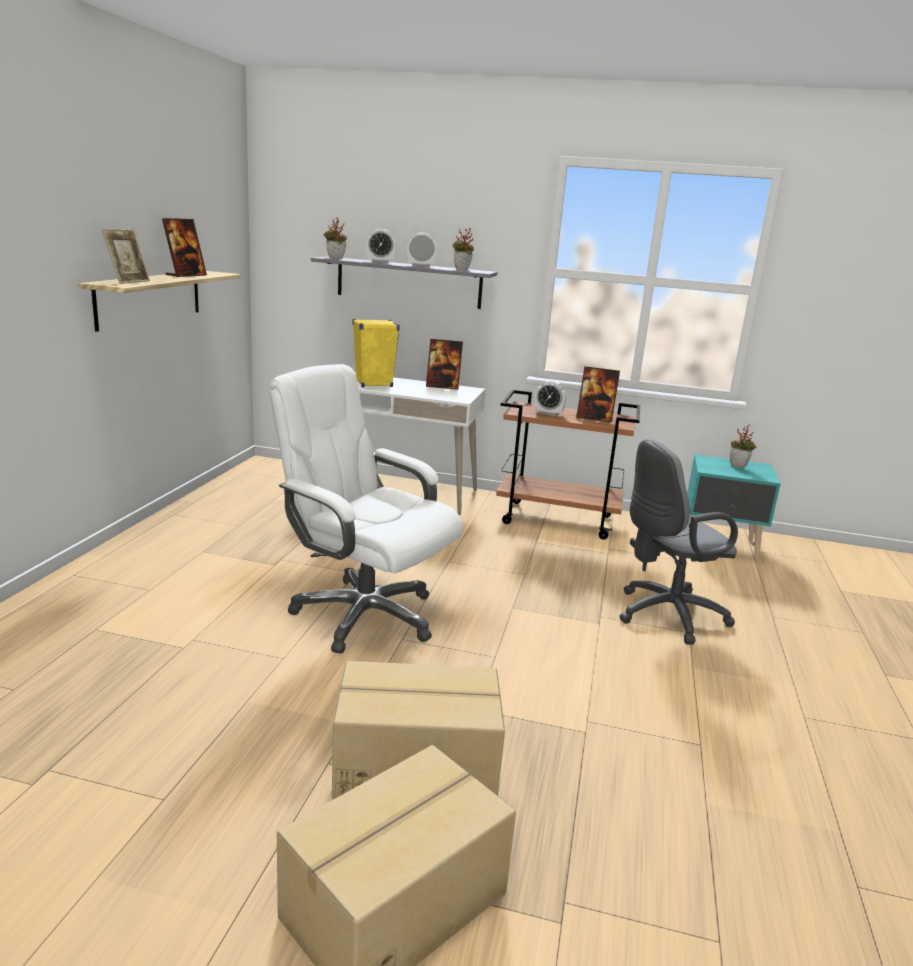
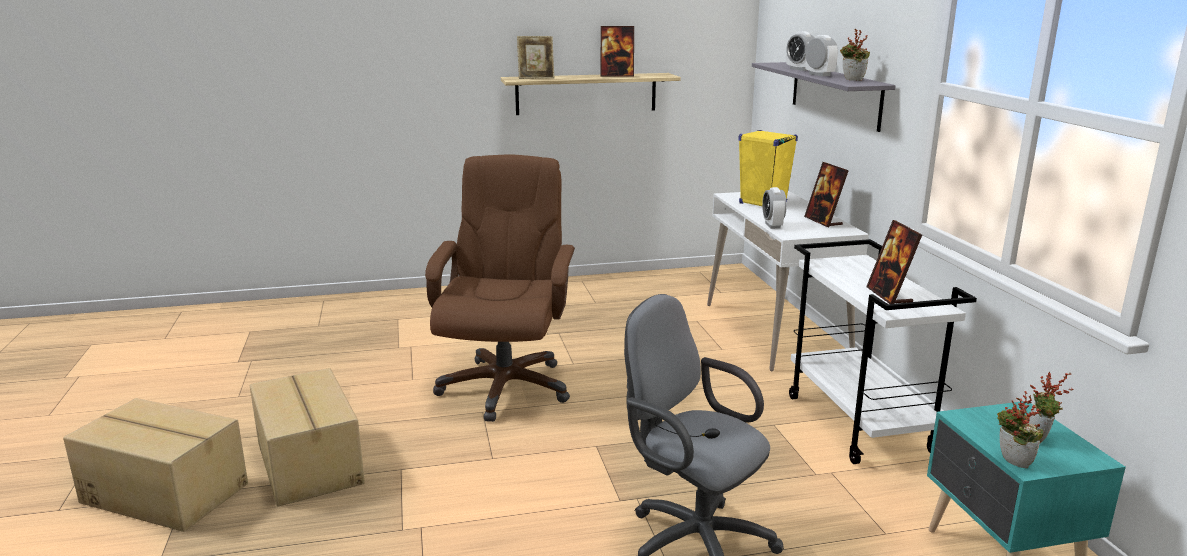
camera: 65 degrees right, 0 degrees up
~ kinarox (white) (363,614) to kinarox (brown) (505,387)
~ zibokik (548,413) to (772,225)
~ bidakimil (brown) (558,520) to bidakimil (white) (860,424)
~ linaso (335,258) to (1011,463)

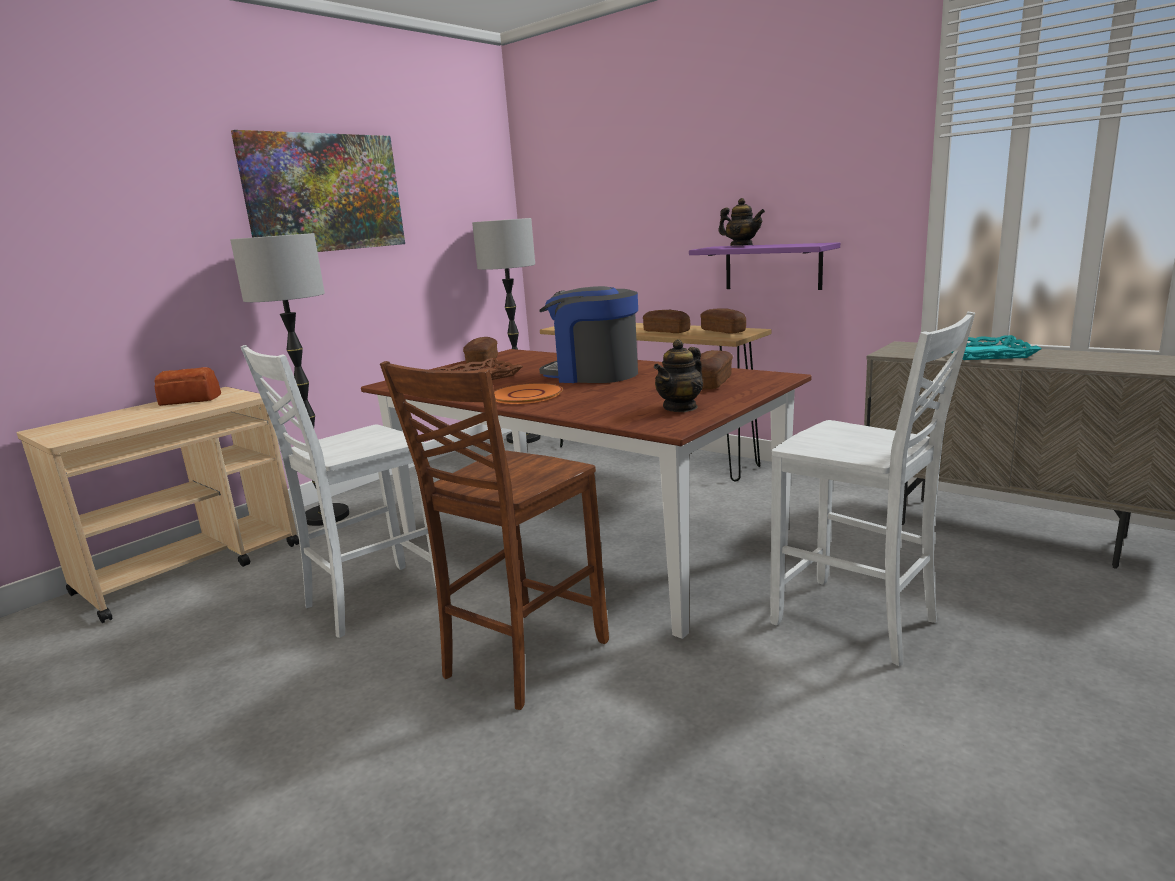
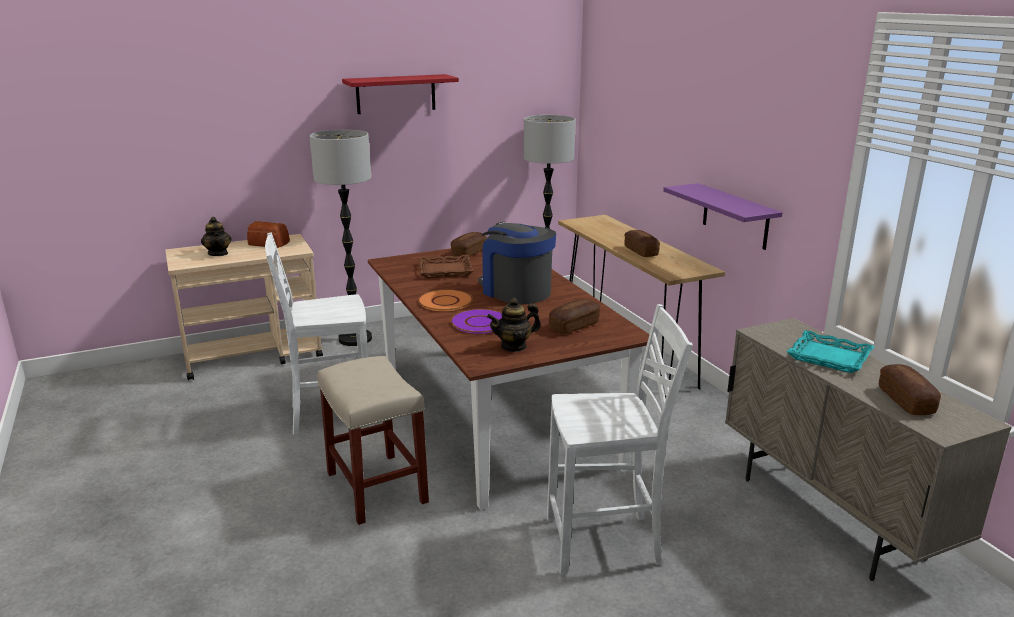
camera: 25 degrees right, 5 degrees up
~ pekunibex (741,246) to (218,253)
~ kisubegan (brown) (521,659) to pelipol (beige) (375,487)
~ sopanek (325,193) to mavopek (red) (396,94)
+ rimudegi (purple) (480,322)
~ kisubegan (white) (857,622) = (606,543) 75 degrees counterclockwise
~ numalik (723,331) to (905,401)

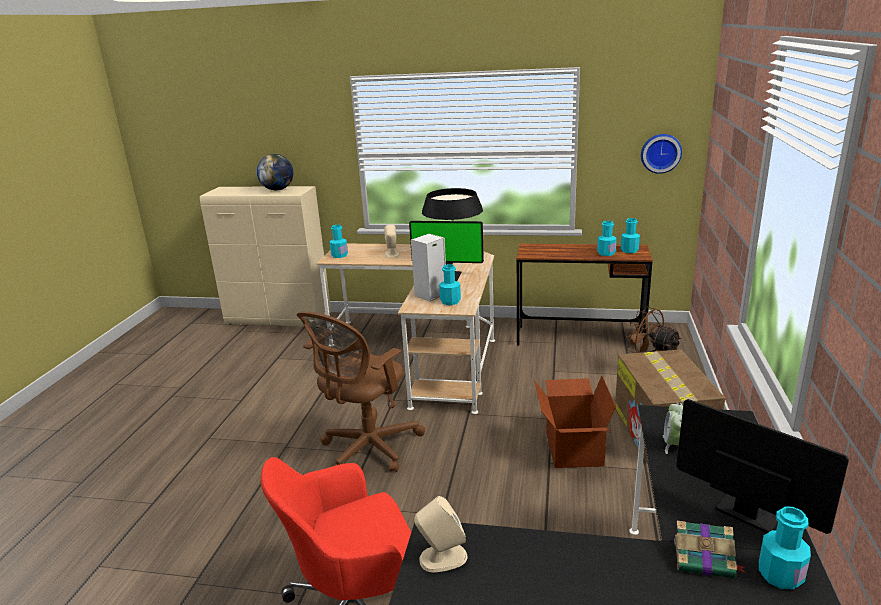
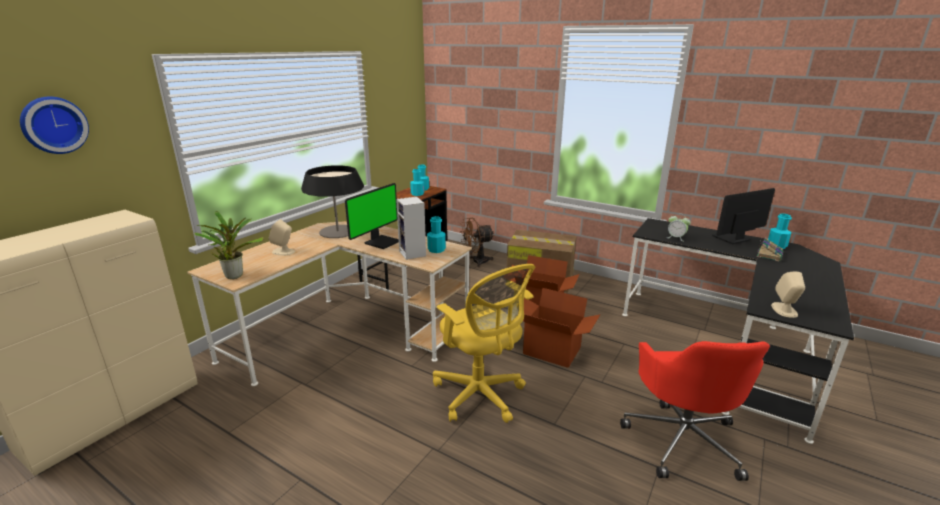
camera: 70 degrees left, 0 degrees up
~ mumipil (660,153) to (53,125)
~ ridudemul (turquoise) (339,255) to linaso (234,275)
~ kinarox (brown) (367,450) to kinarox (yellow) (480,396)
+ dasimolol (551,351)
- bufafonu (277,189)

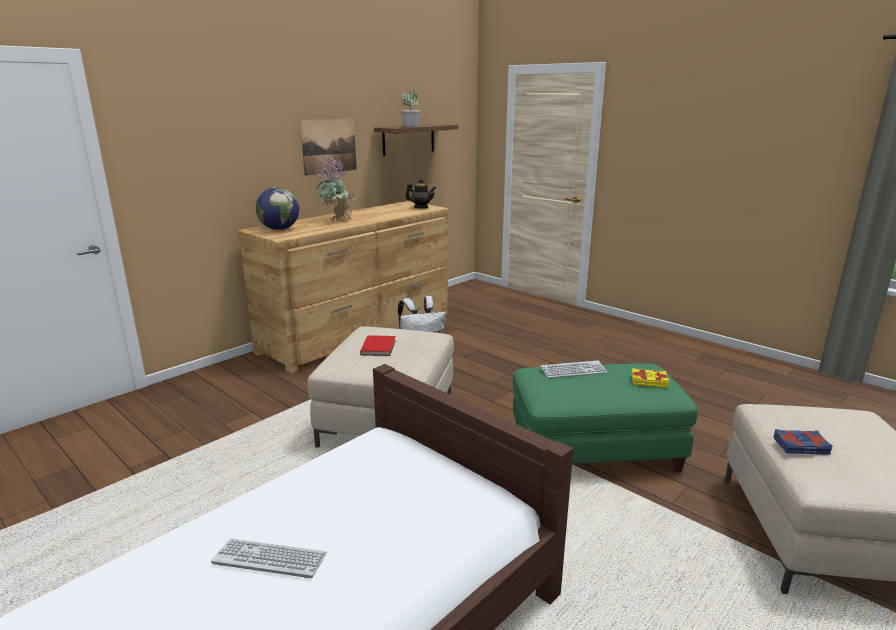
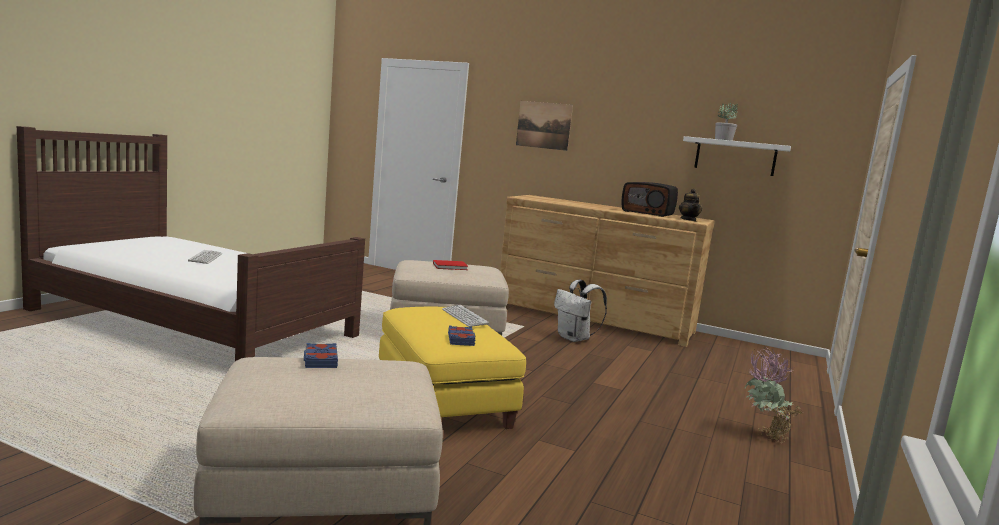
camera: 70 degrees right, 10 degrees down
~ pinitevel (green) (595,449) to pinitevel (yellow) (443,400)
~ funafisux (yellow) (649,381) to funafisux (blue) (461,339)
~ sopanek (329,146) to (544,125)
+ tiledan (648,213)
~ mavopek (brown) (408,139) to mavopek (white) (735,157)
~ linaso (337,221) to (763,436)
- bufafonu (279,229)

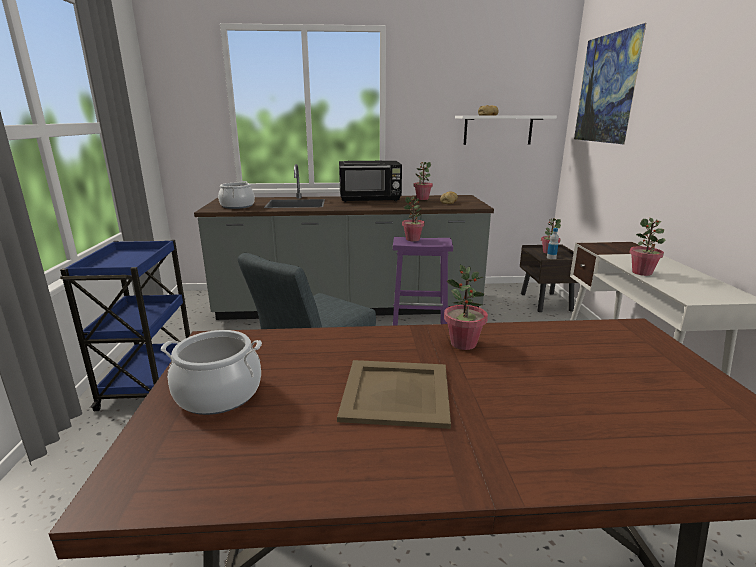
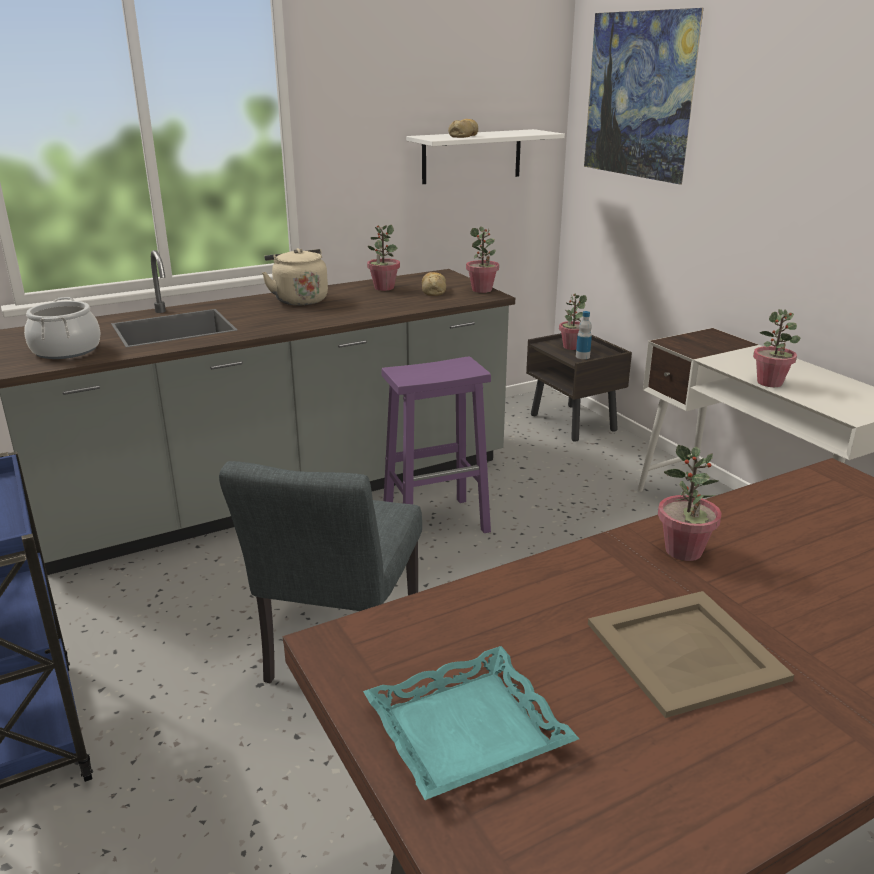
camera: 25 degrees left, 5 degrees up
~ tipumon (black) (370,199) to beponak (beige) (299,300)
~ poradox (218,394) to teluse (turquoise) (467,732)
~ linaso (413,239) to (482,290)

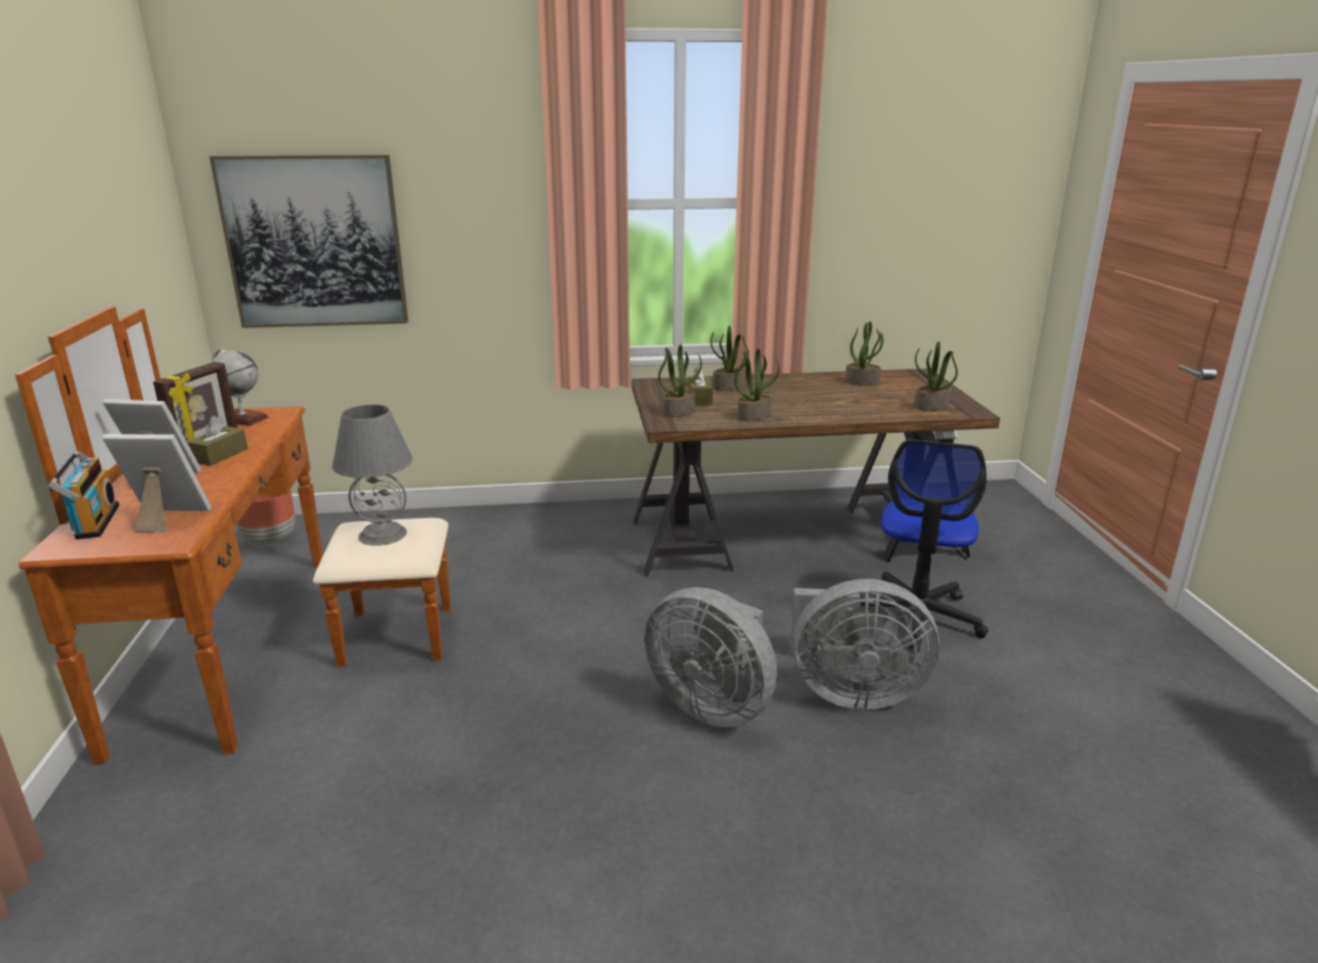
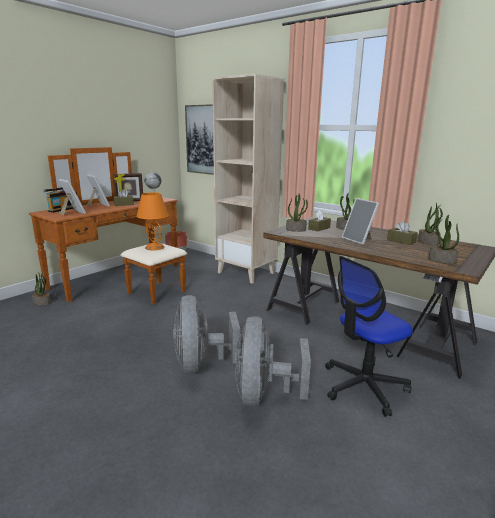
camera: 45 degrees right, 5 degrees down
~ linaso (754,416) to (42,302)
~ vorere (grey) (382,534) to vorere (orange) (154,247)
+ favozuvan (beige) (246,273)
~ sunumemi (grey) (850,692) = (263,395) 45 degrees clockwise
+ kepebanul (359,240)
+ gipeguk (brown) (401,241)

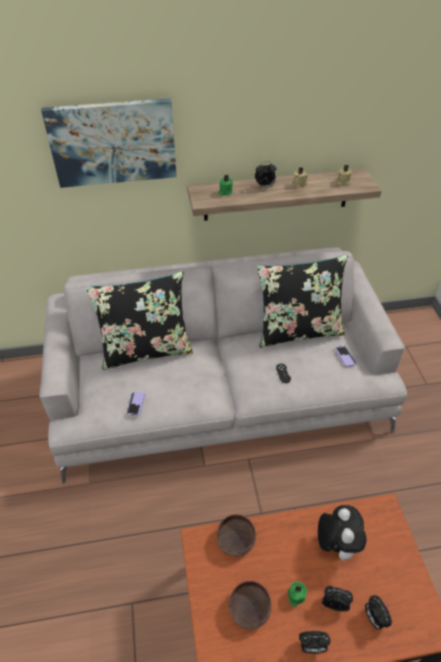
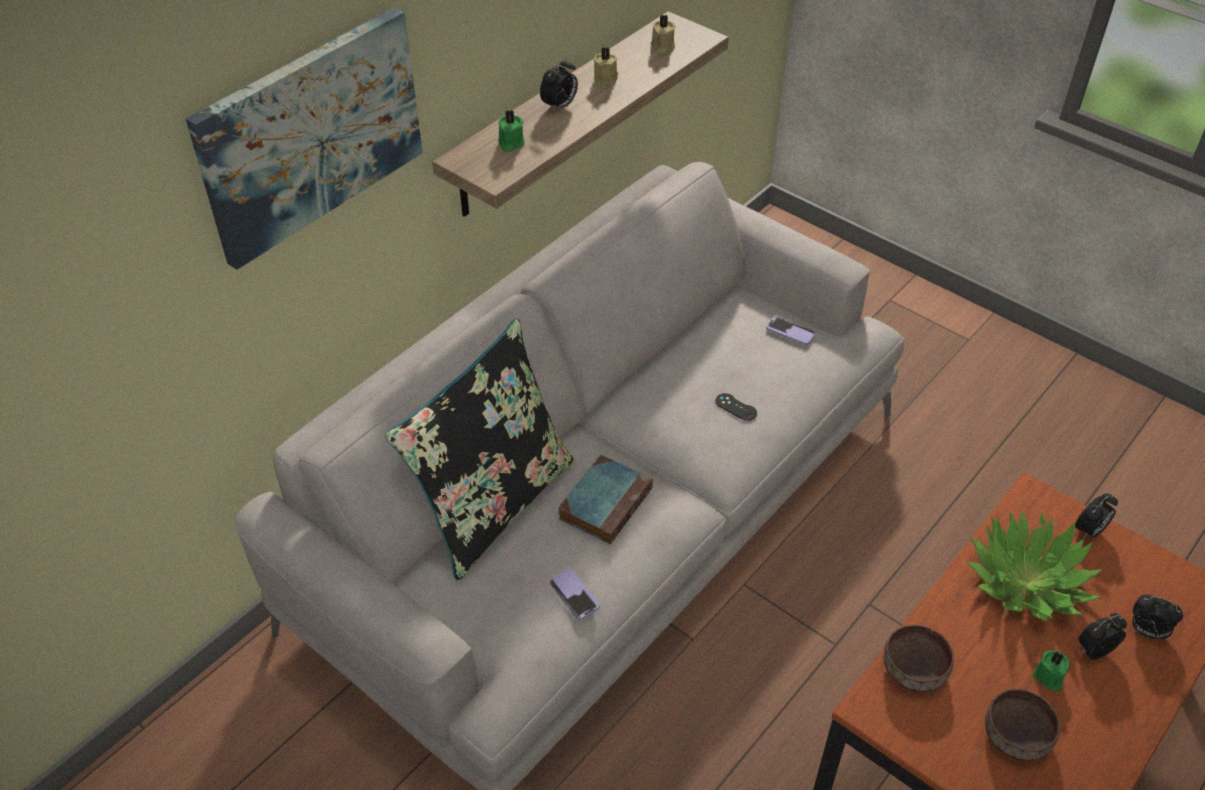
camera: 40 degrees left, 0 degrees up
+ funafisux (606,502)
~ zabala (336,544) to linaso (1026,581)
~ zibokik (311,646) to (1089,531)
- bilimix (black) (298,330)

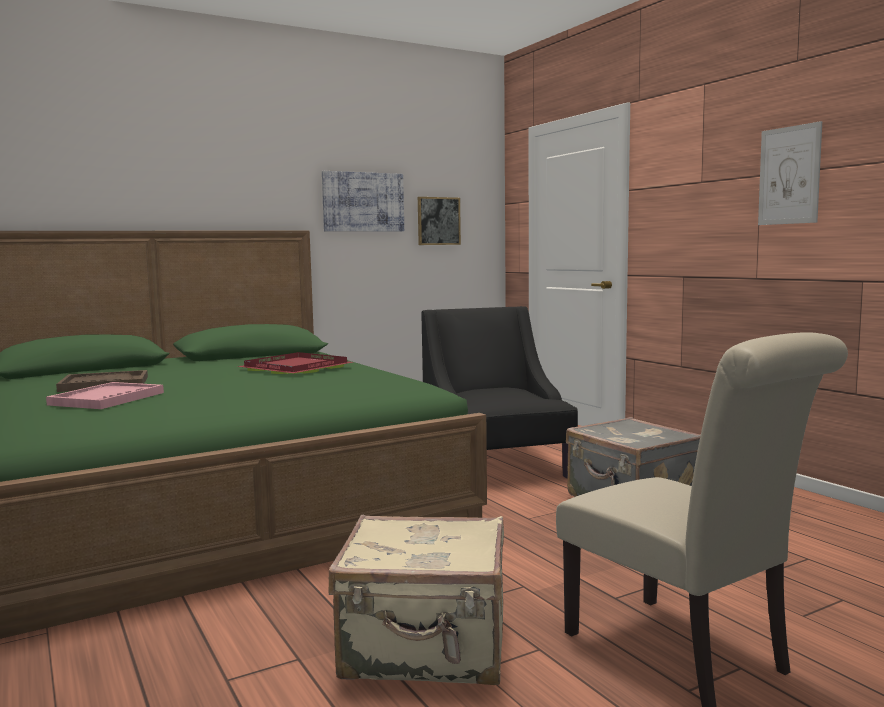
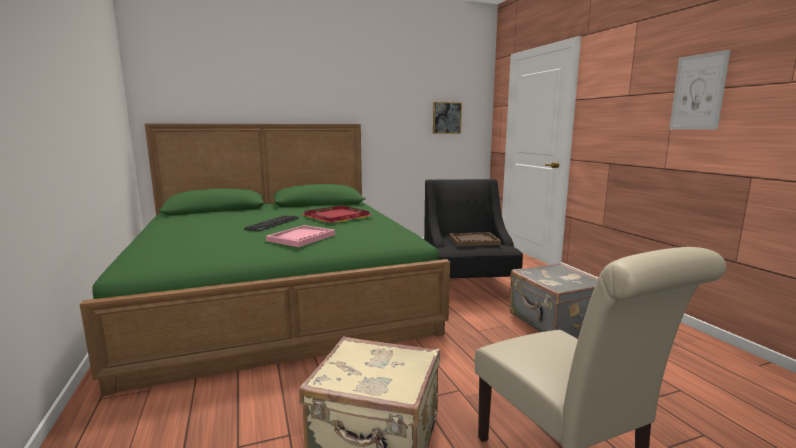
camera: 10 degrees right, 5 degrees up
+ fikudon (273,224)
~ teluse (pink) (107,399) to (301,238)
~ teluse (brown) (104,384) to (474,241)
- sopanek (363,202)

